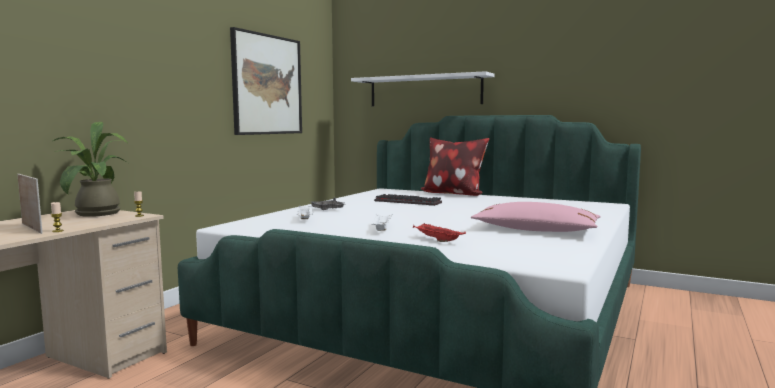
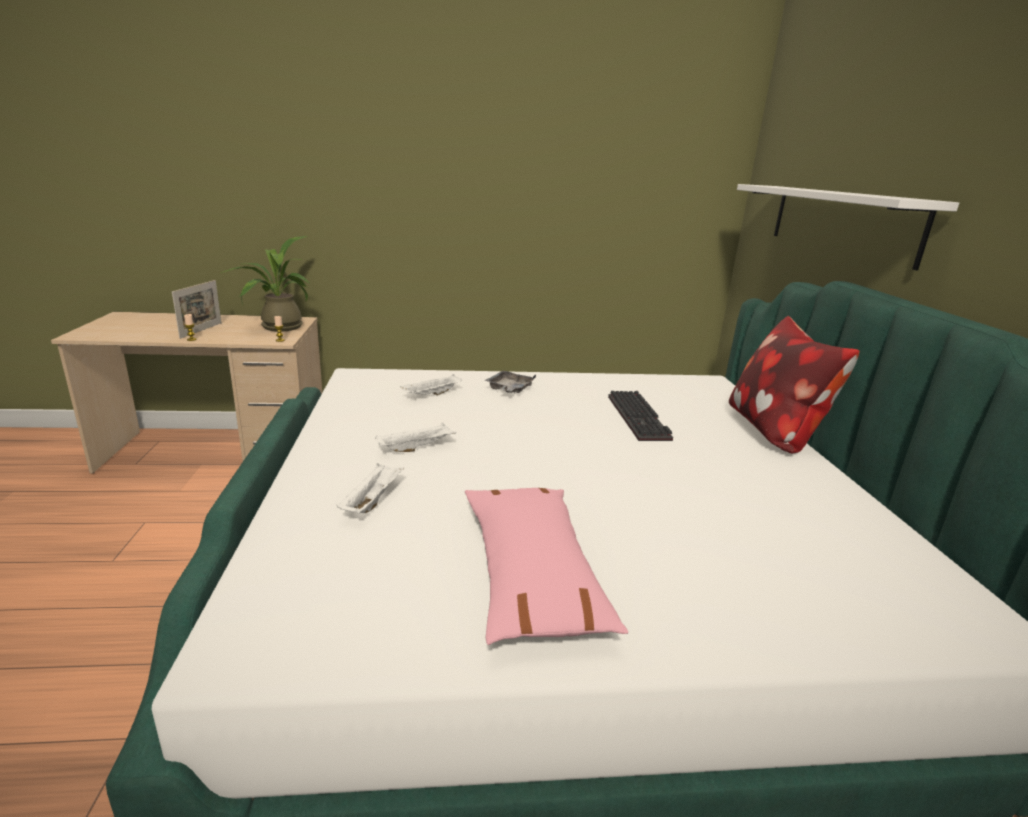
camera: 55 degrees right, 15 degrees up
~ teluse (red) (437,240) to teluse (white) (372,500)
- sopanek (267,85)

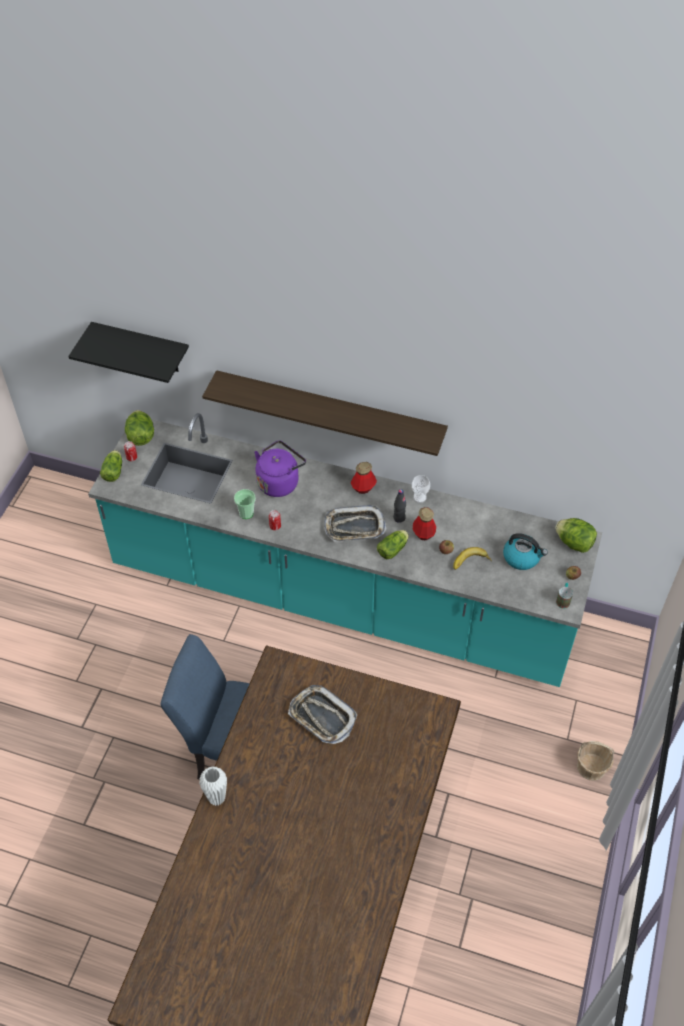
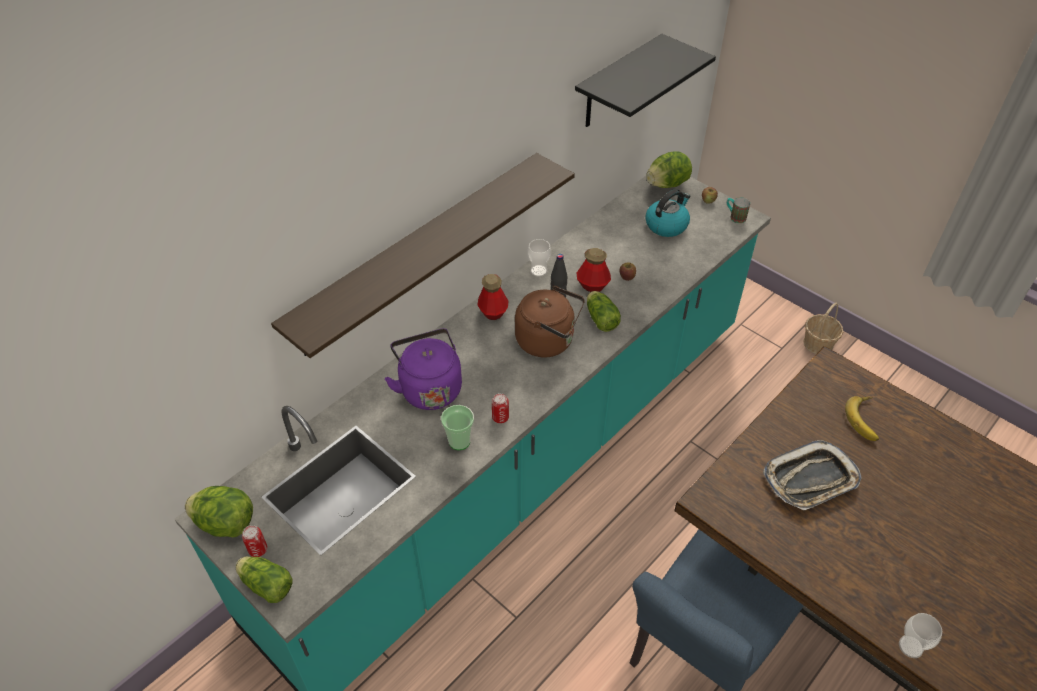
camera: 65 degrees left, 5 degrees down
~ teluse (354,527) to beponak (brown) (548,341)
~ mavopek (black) (142,348) to (617,83)
~ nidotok (471,563) to (866,420)
~ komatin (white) (216,798) to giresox (910,646)

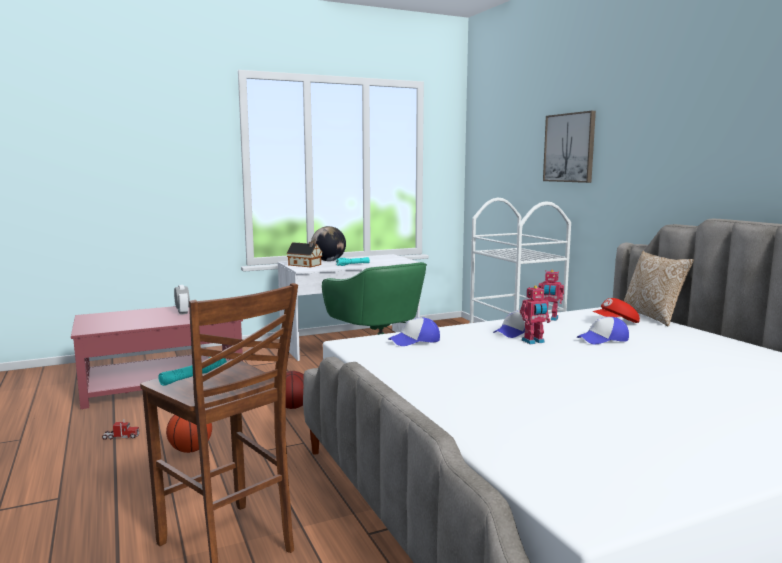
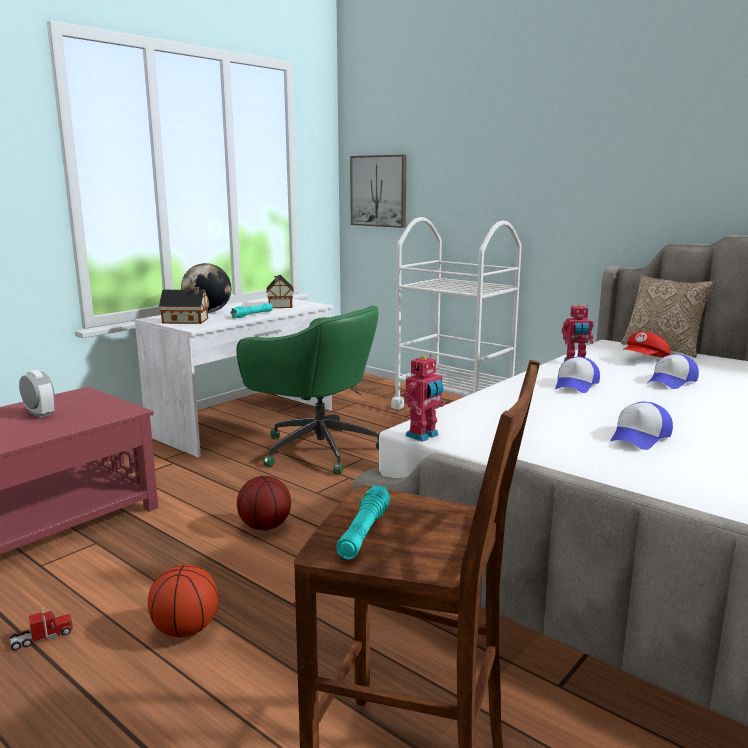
camera: 25 degrees left, 5 degrees up
+ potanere (280,305)
~ sopanek (569,147) to (379,191)
~ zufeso (534,341) to (423,436)
~ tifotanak (415,341) to (640,437)

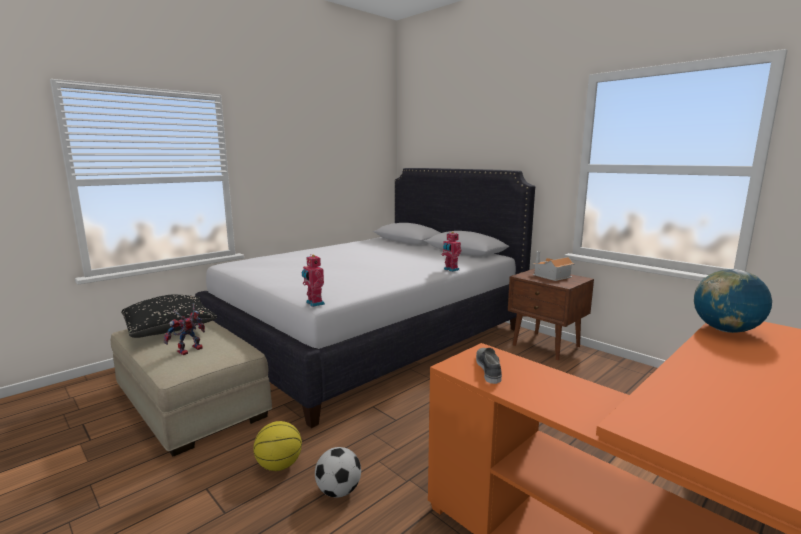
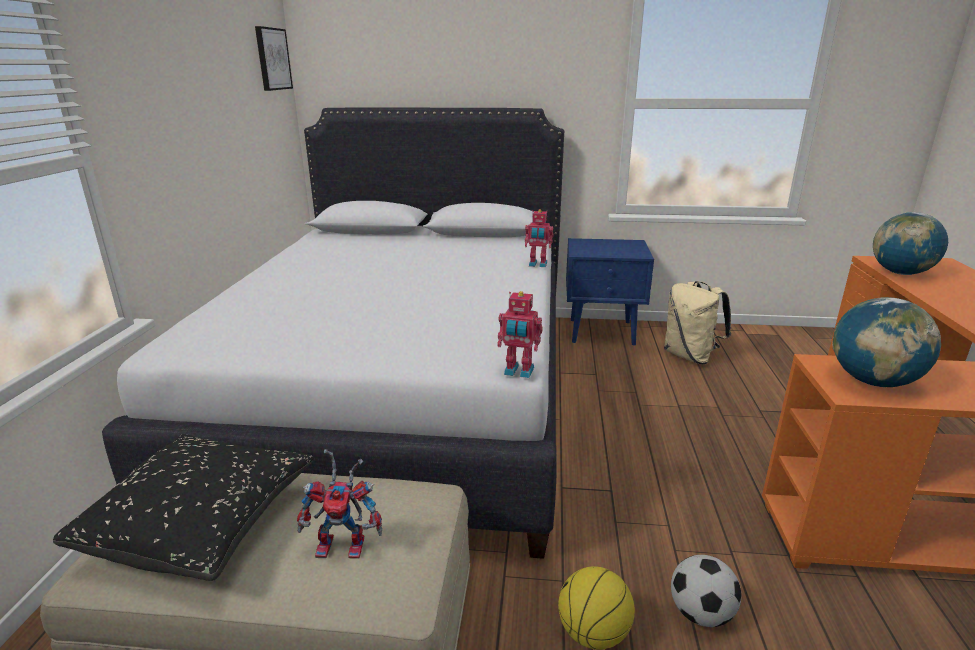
camera: 40 degrees left, 10 degrees up
+ sopanek (272,59)
~ zufeso (188,351) = (346,545) 90 degrees counterclockwise
~ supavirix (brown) (546,346) to supavirix (blue) (603,332)
+ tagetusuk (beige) (690,356)
~ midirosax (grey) (489,368) to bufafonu (873,382)
- potanere (551,276)

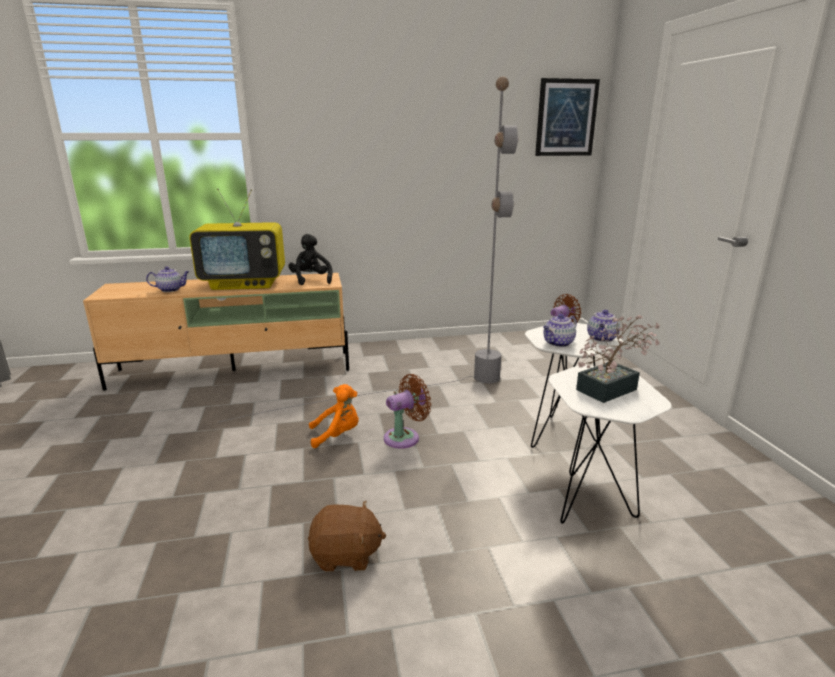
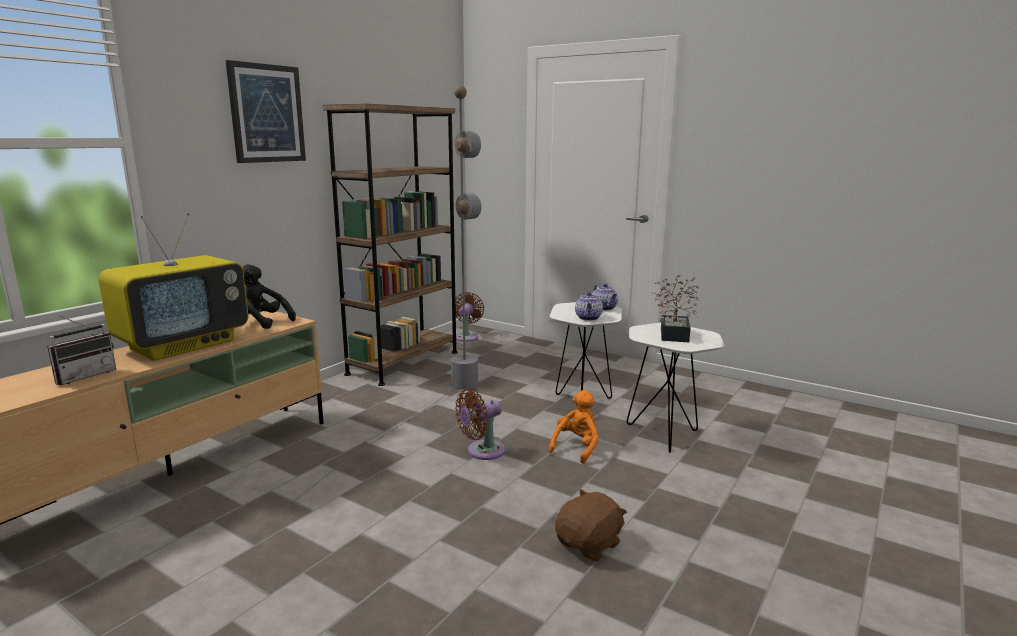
camera: 45 degrees left, 5 degrees down
~ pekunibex (171,290) to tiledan (84,376)
~ sopanek (566,118) to (267,113)
+ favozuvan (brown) (403,363)
~ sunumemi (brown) (405,437) = (482,452) 135 degrees counterclockwise
~ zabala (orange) (337,435) to (576,448)

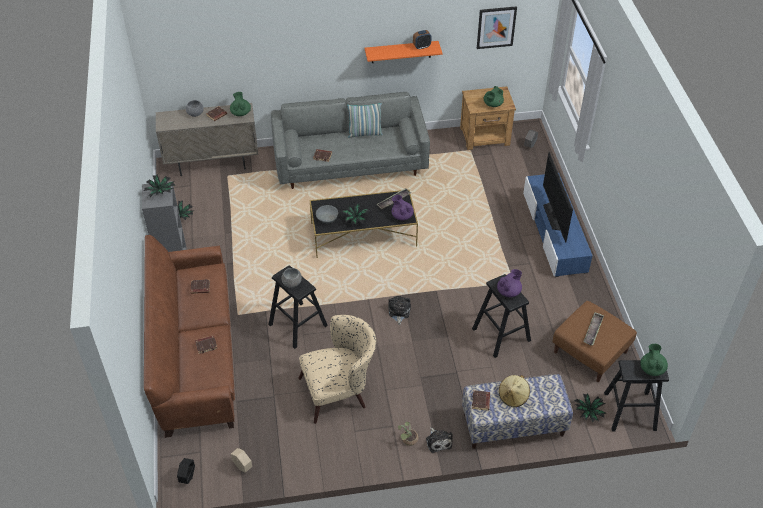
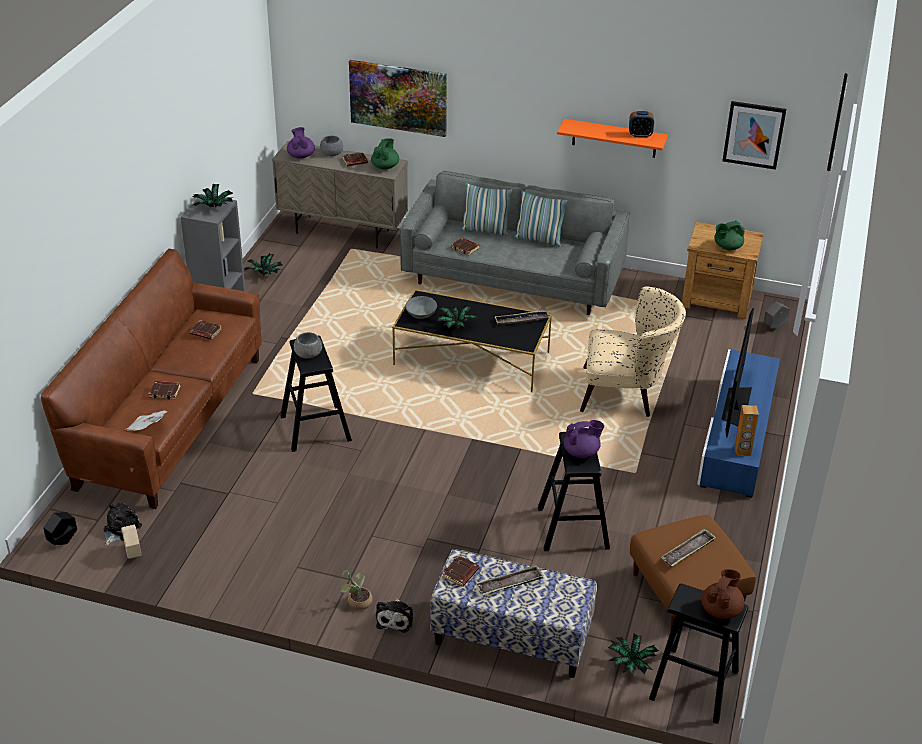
camera: 25 degrees right, 10 degrees down
~ zabala (399,312) to (120,529)
+ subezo (147,429)
~ pekunibex (purple) (402,215) to (301,155)
+ sopanek (398,97)
+ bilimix (485,230)
~ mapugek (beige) (513,396) to teluse (509,584)
~ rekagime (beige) (340,391) to (626,393)
~ pekunibex (green) (652,368) to pekunibex (brown) (721,609)
+ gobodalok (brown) (742,451)

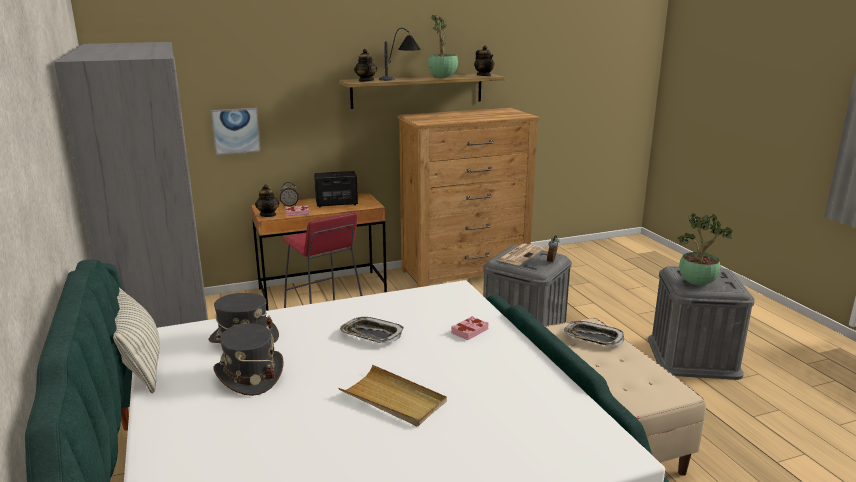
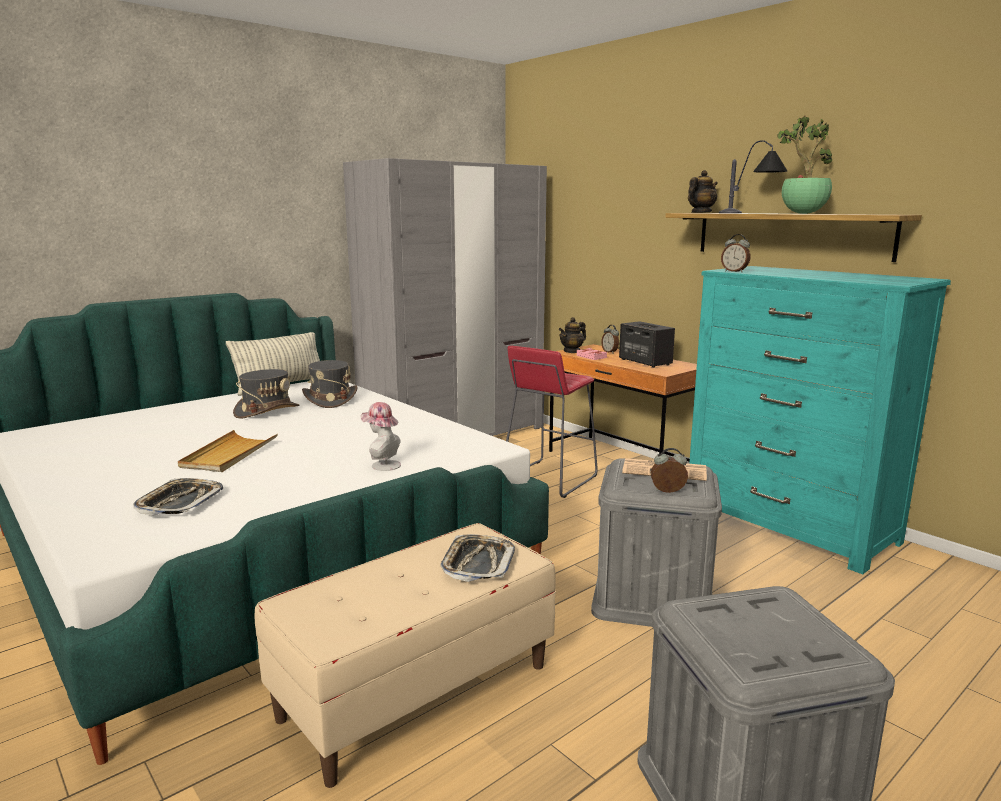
camera: 70 degrees right, 5 degrees down
~ teluse (371,334) to (180,502)
~ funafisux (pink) (469,331) to mapugek (382,465)
~ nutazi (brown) (465,272) to nutazi (turquoise) (789,525)
+ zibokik (734,271)
- sopanek (236,131)
- pekunibex (484,75)
- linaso (698,284)

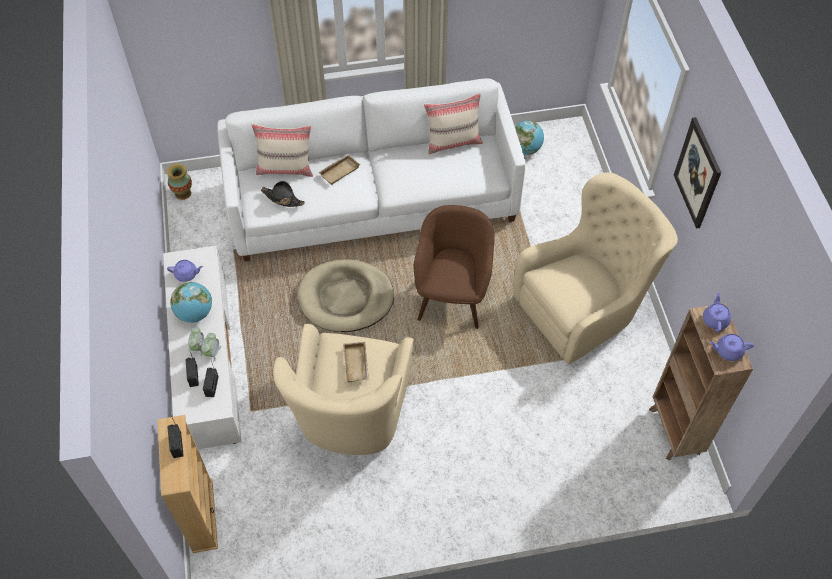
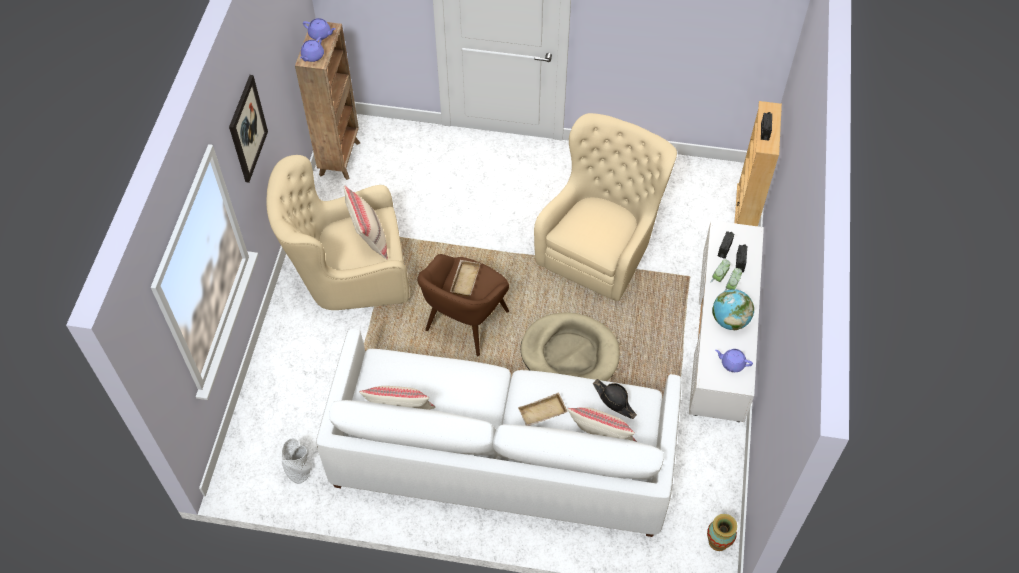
camera: 160 degrees left, 0 degrees up
~ bufafonu (525,149) to komatin (grey) (298,469)
+ bilimix (beige) (369,239)
~ teluse (beige) (357,364) to (464,279)

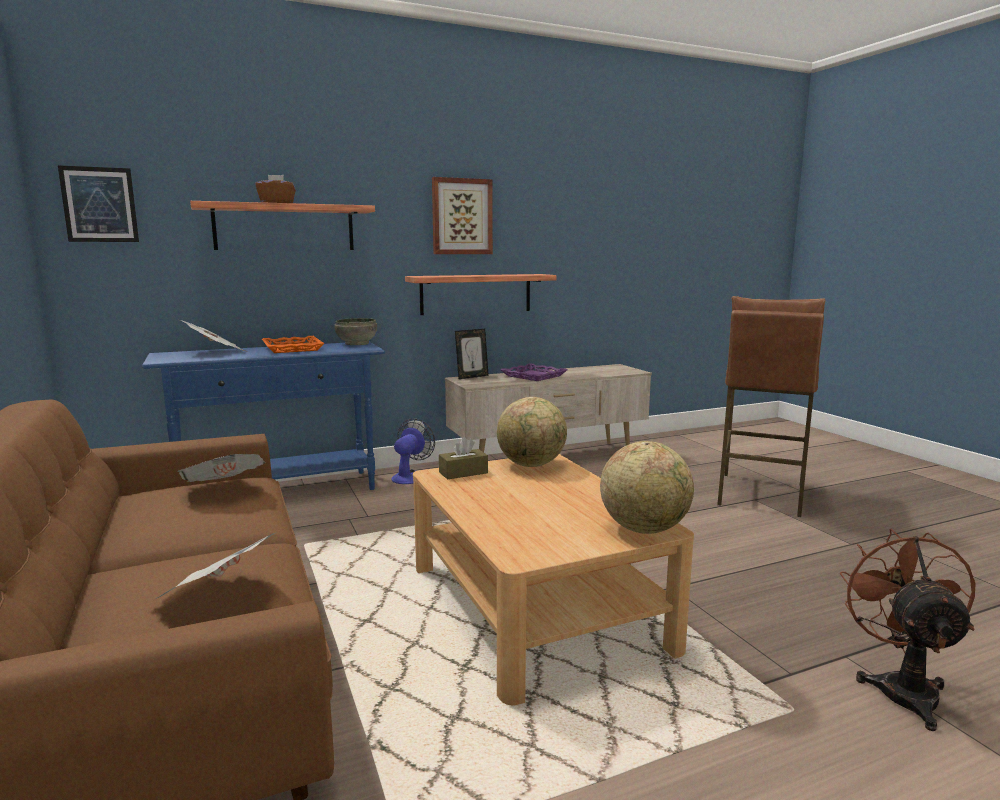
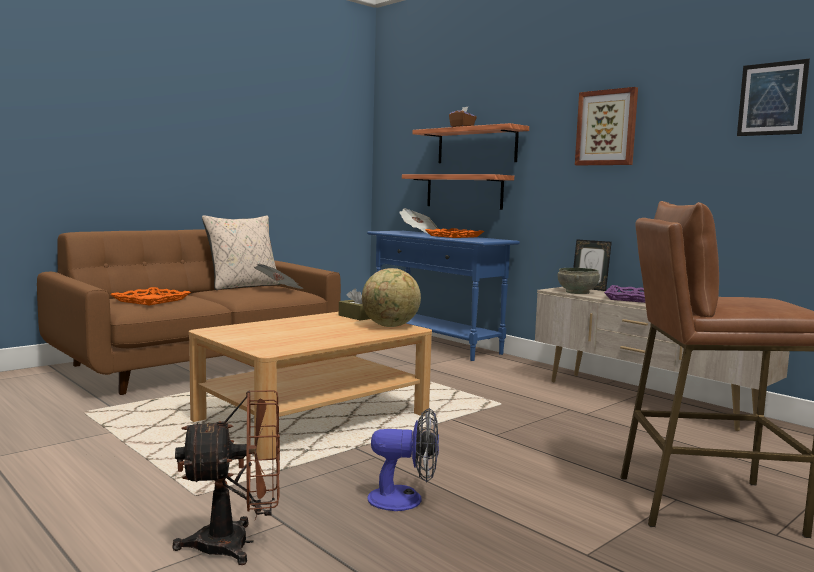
camera: 70 degrees right, 5 degrees down
~ subezo (216,596) to teluse (orange) (151,300)
+ bilimix (beige) (243,286)
~ sunumemi (410,476) to (405,499)
~ mavopek (476,294) to (464,191)
~ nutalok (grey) (357,343) to (578,292)
~ sopanek (99,204) to (772,99)
- bufafonu (644,529)

